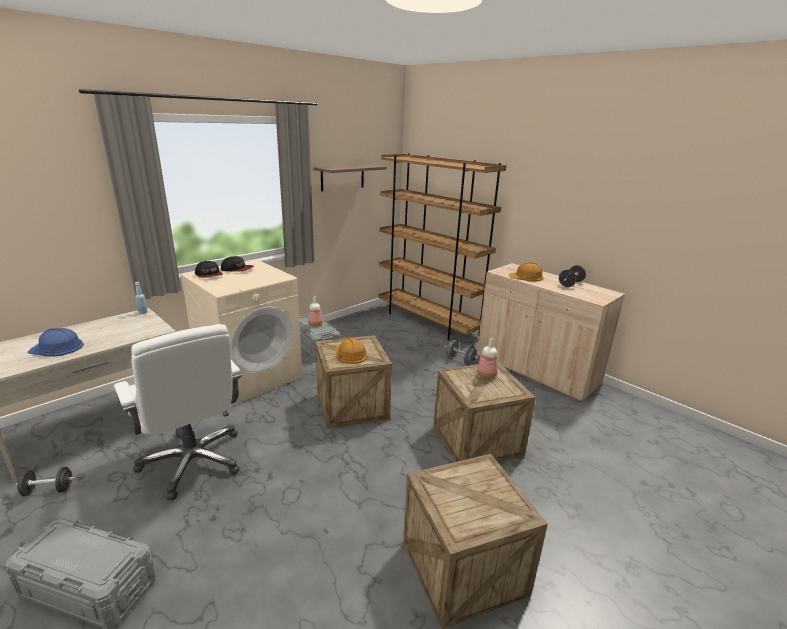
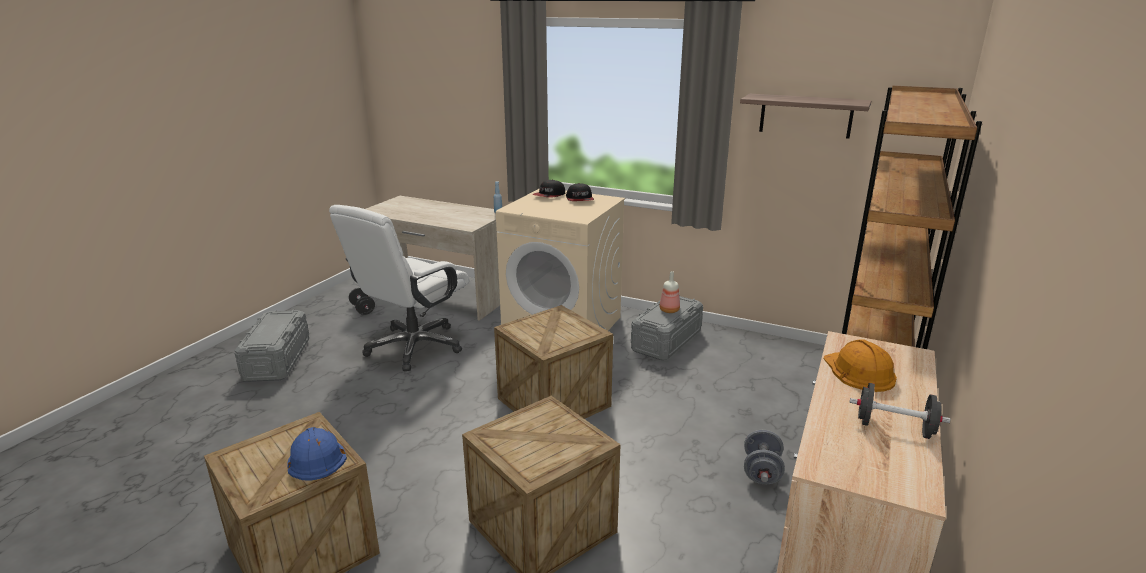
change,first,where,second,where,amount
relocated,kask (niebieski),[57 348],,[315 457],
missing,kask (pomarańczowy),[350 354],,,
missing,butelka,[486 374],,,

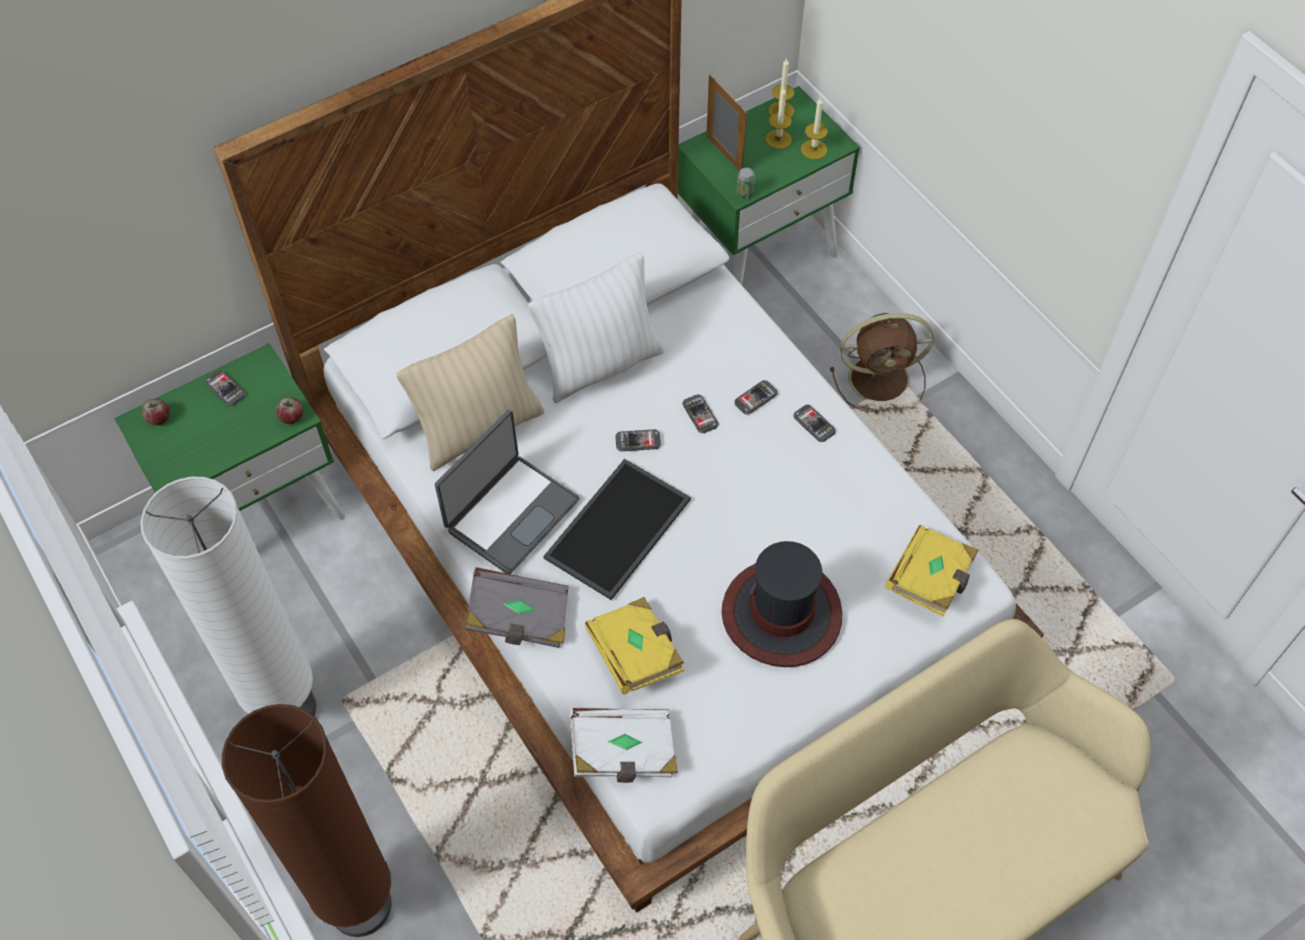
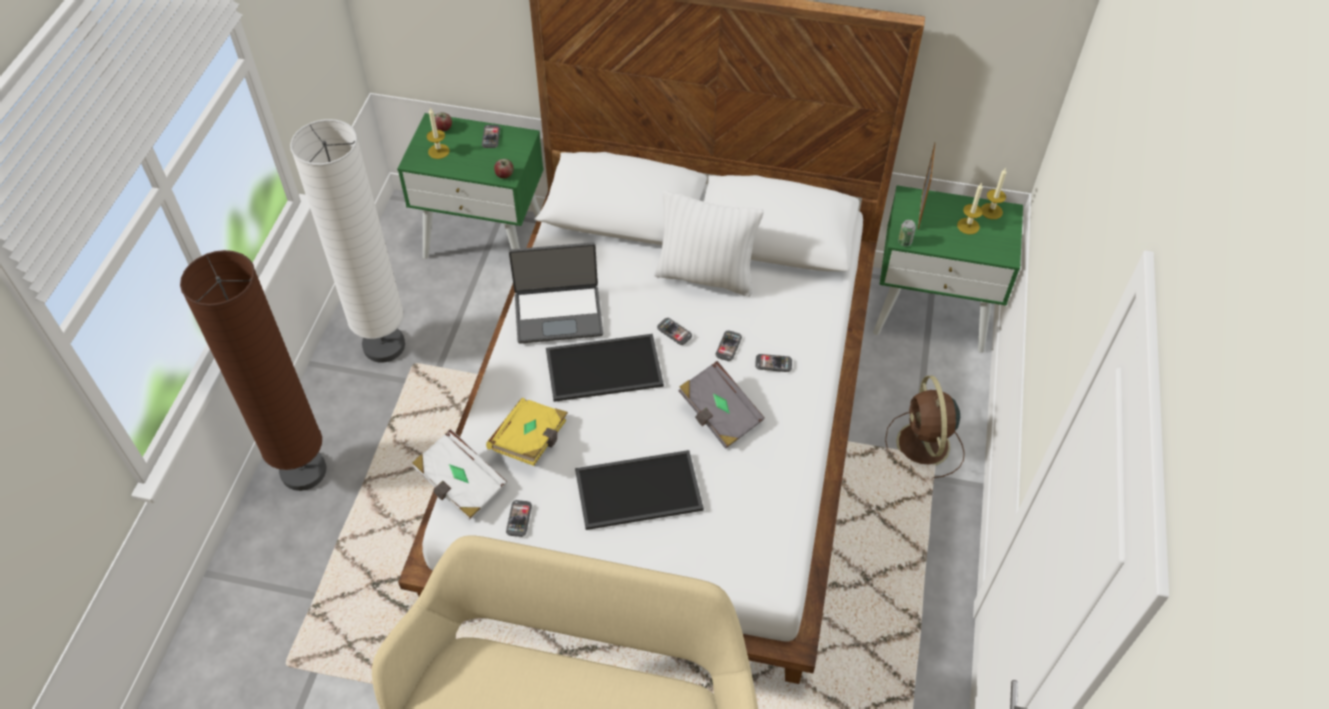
change,first,where,second,where,amount
missing,poduszka (beżowy),[479 429],,,
relocated,książka (szary),[519 619],,[719 415],
exchanged,kapelusz,[782 614],taca,[637 492],
relocated,telefon,[814 424],,[519 519],
relocated,świeca,[814 149],,[438 151],
spun,wentylator (brązowy),[882 378],,[923 446],45 degrees clockwise
missing,książka (żółty),[930 580],,,

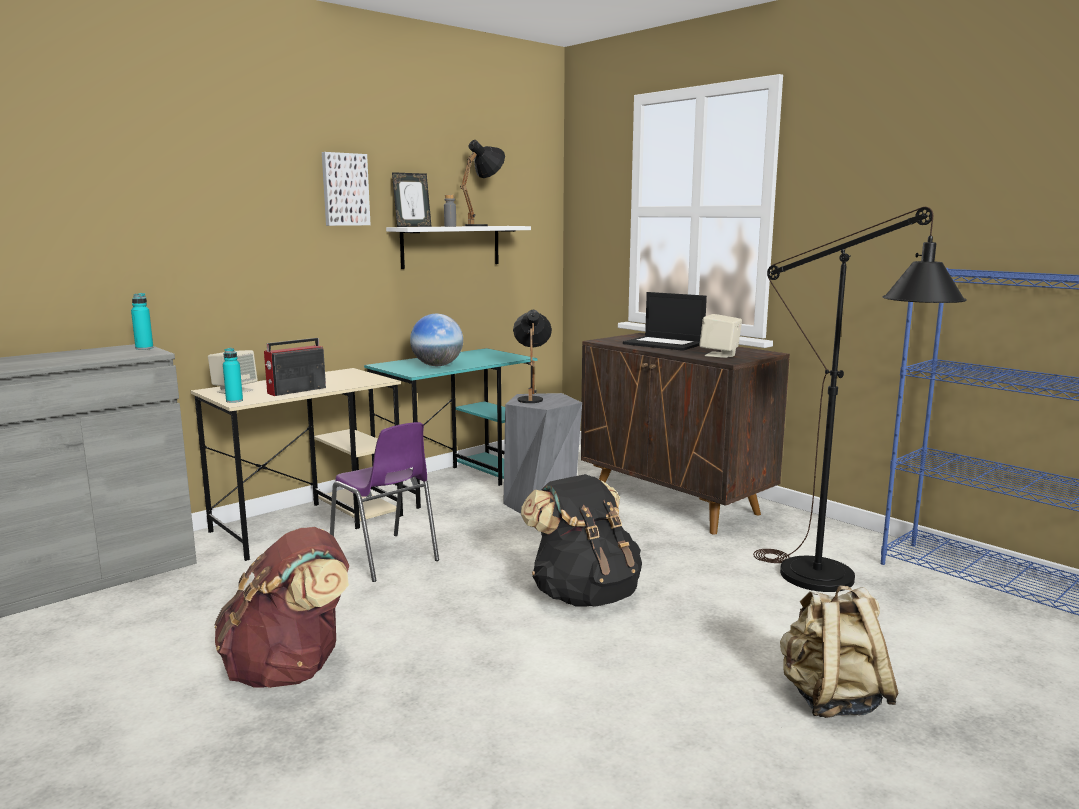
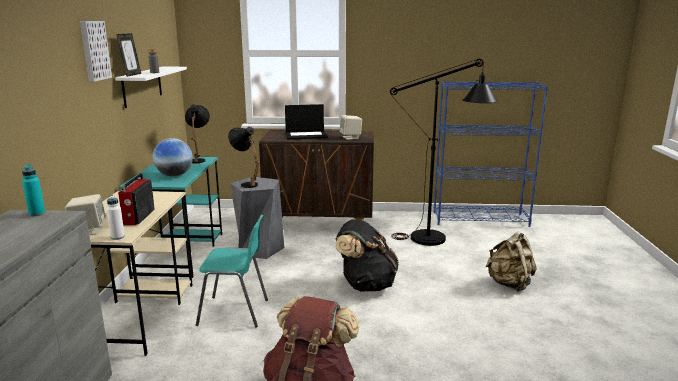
change,first,where,second,where,amount
colour,butelka (turkusowy),[234 401],butelka (biały),[117 237],
colour,krzesło (fioletowy),[385 558],krzesło (turkusowy),[235 312],
relocated,lampa stołowa (czarny),[483 226],,[199 159],

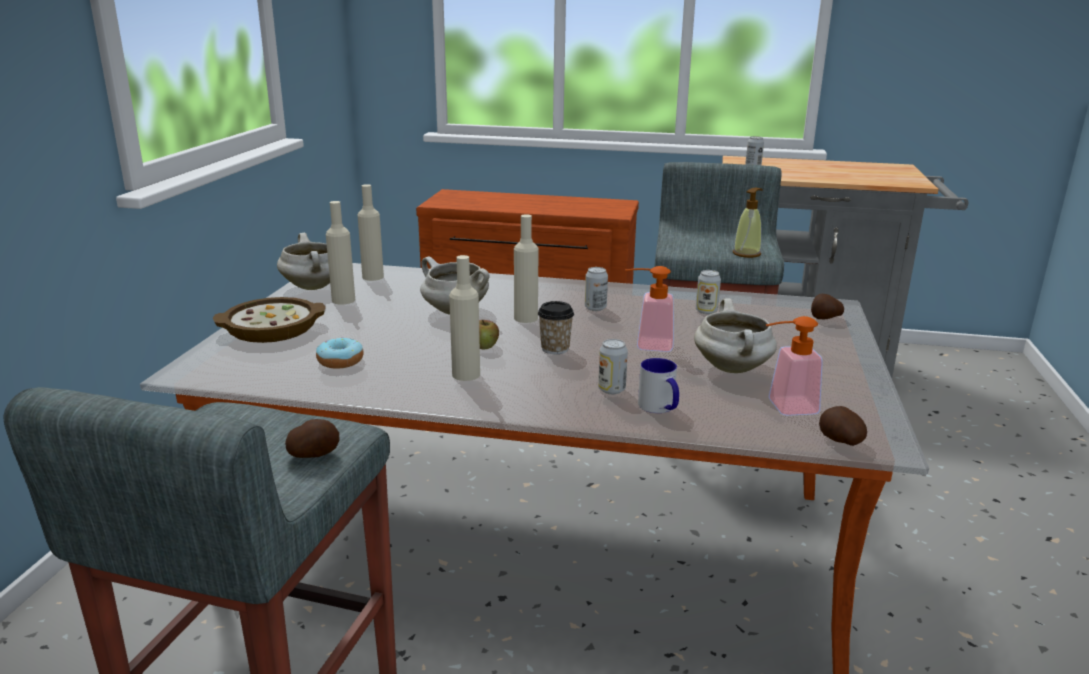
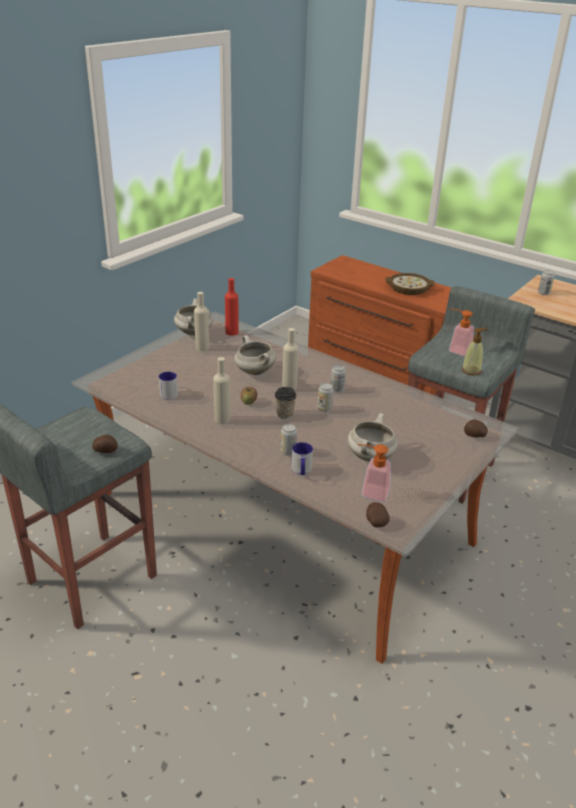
change,first,where,second,where,amount
relocated,miska,[272 329],,[409 288],
exchanged,donut,[340 361],kubek,[168 393],
colour,butelka (beżowy),[373 277],butelka (czerwony),[232 332],
relocated,dozownik mydła,[647 345],,[456 350],
relocated,puszka,[706 311],,[324 409],

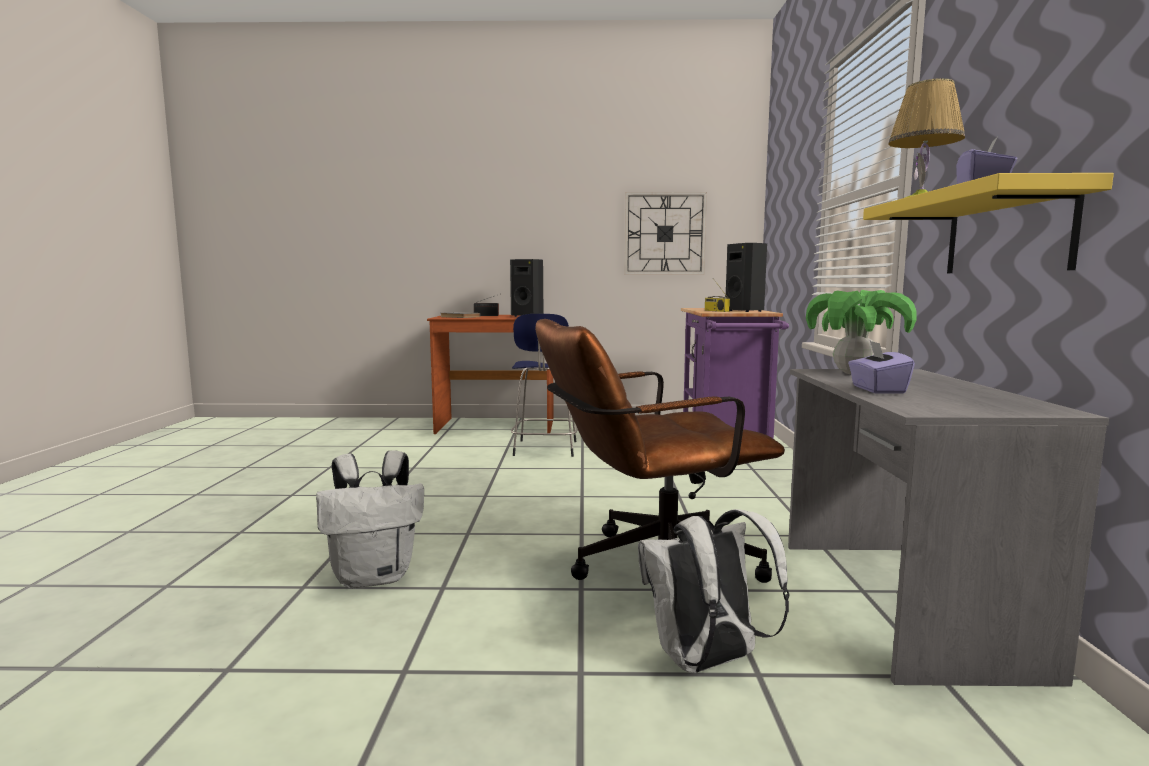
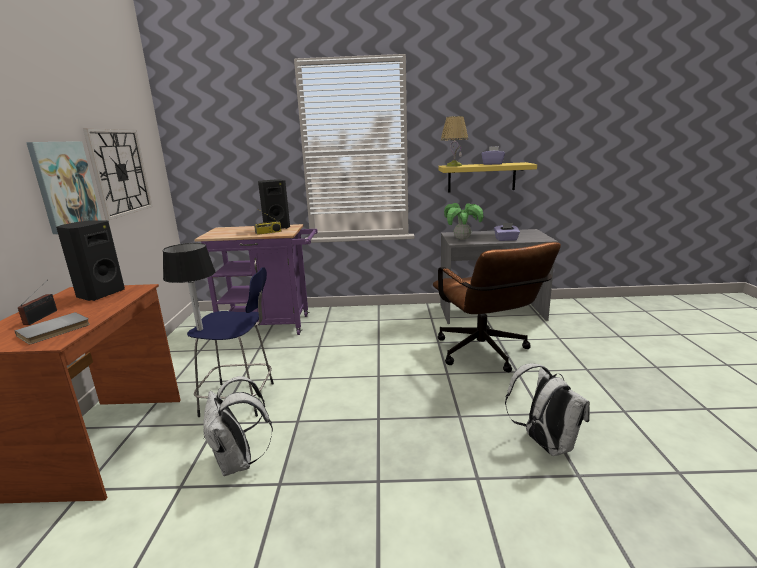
change,first,where,second,where,amount
relocated,plecak (biały),[706 662],,[238 462],
appeared,,,obraz,[65 186],
appeared,,,lampa stołowa (czarny),[200 329],

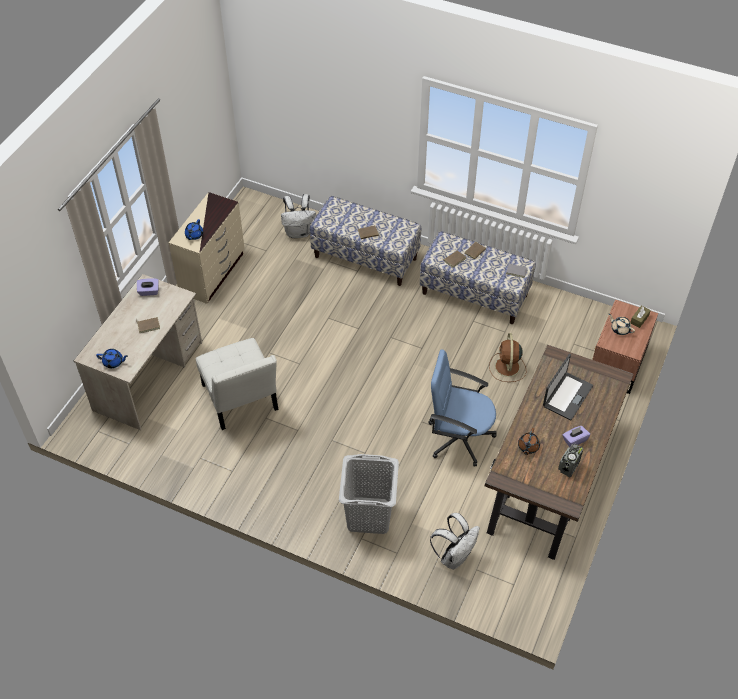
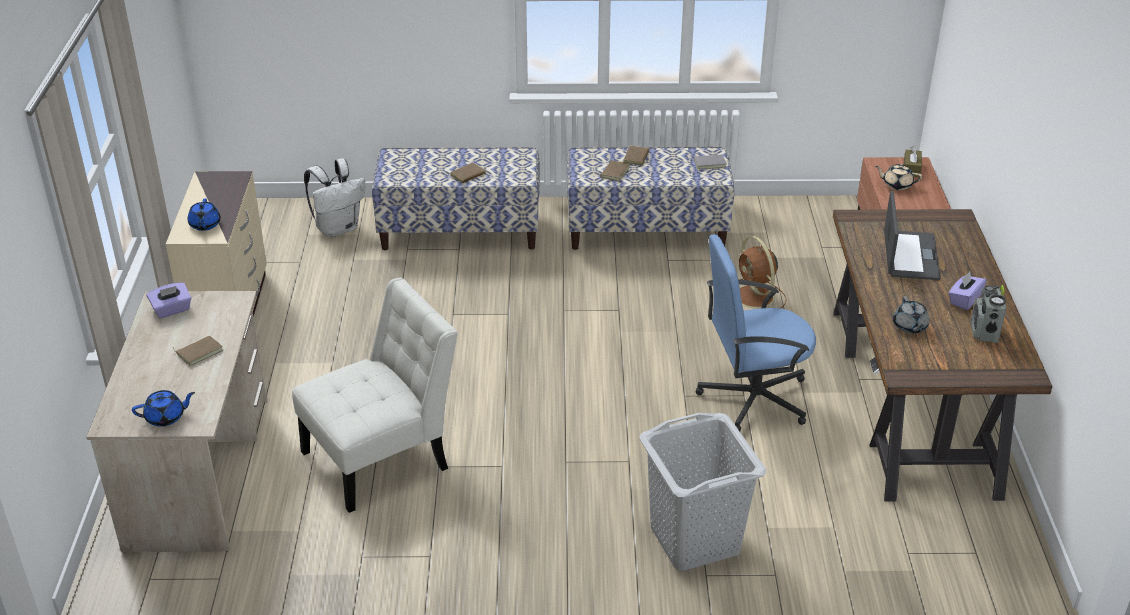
change,first,where,second,where,amount
spun,krzesło (biały),[241 401],,[382 457],75 degrees counterclockwise
missing,plecak (biały),[454 556],,,
colour,imbryk (brązowy),[528 447],imbryk (szary),[909 326],

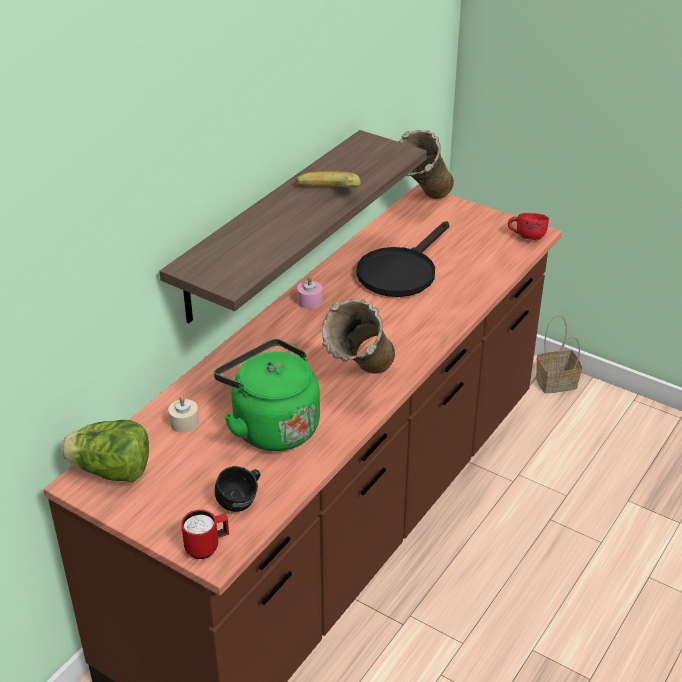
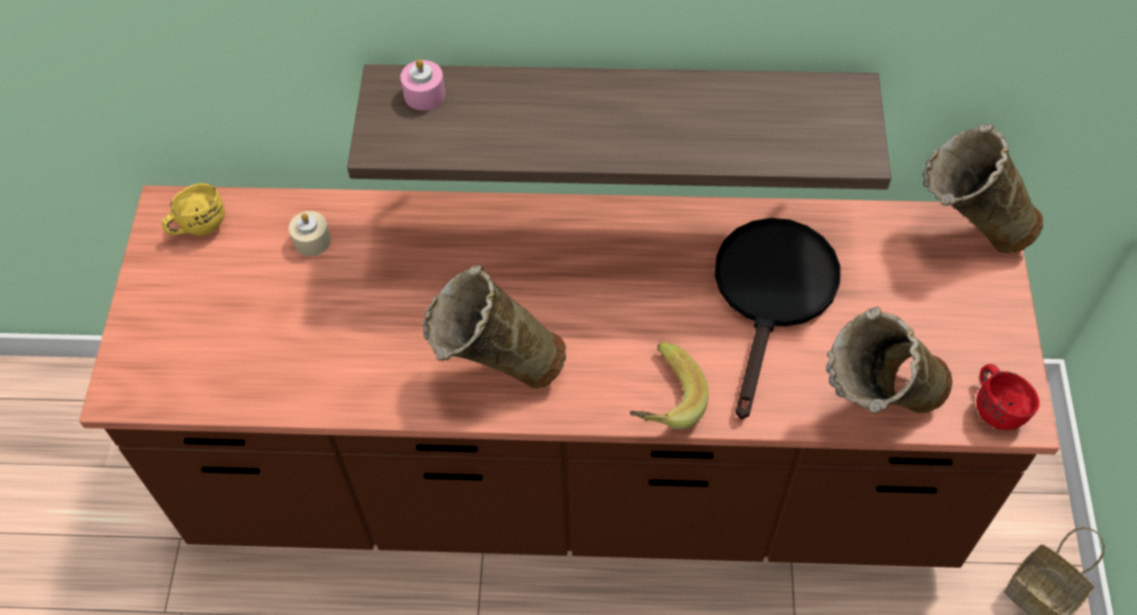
change,first,where,second,where,amount
exchanged,sałata,[112 472],kubek (żółty),[197 225],
missing,kubek (czerwony),[207 547],,,
missing,czajnik (zielony),[271 426],,,
missing,kubek (czarny),[242 501],,,
relocated,banan,[327 197],,[660 400],
relocated,świeca (różowy),[310 301],,[424 94],
spun,patelnia (czarny),[401 271],,[772 294],105 degrees clockwise
appeared,,,wazon (beżowy),[876 409],

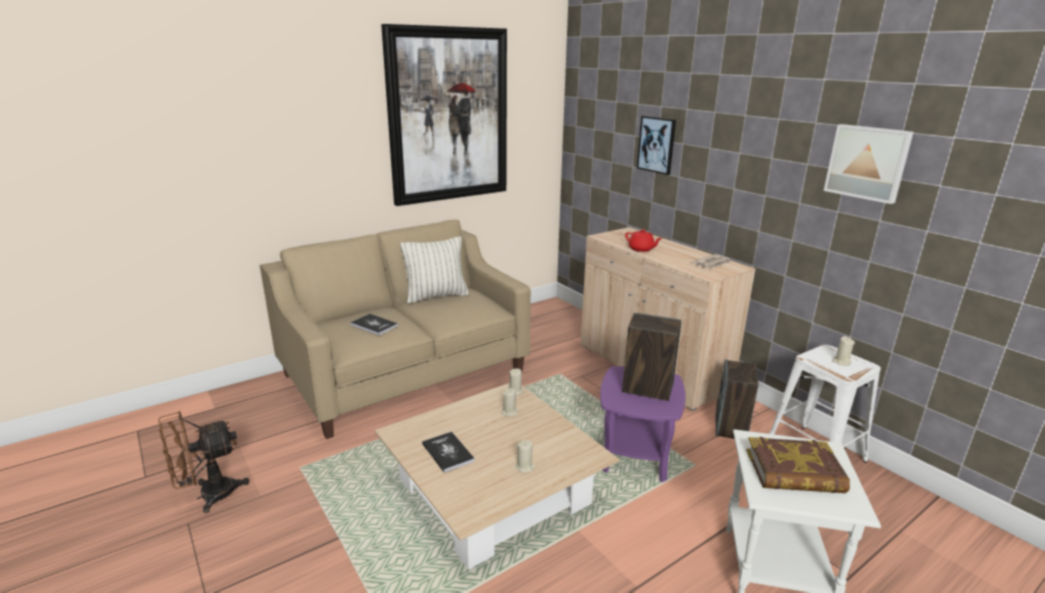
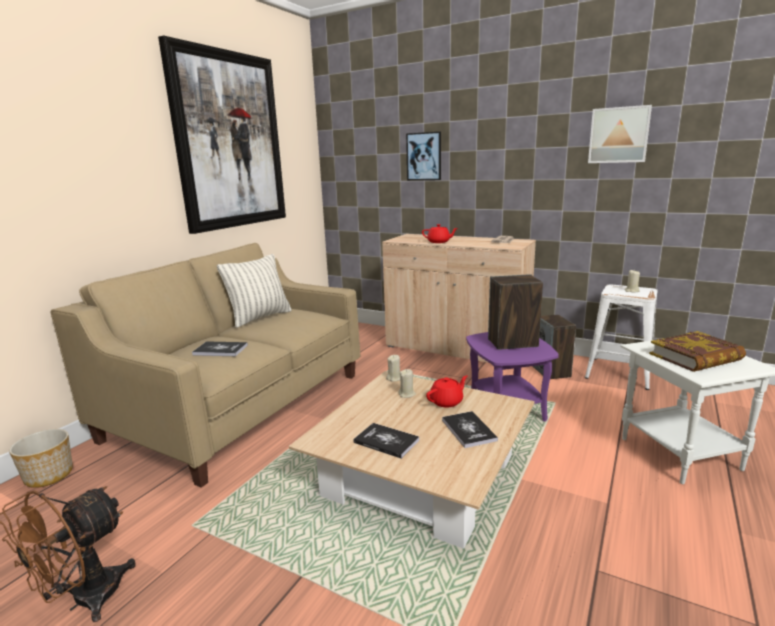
change,first,where,second,where,amount
exchanged,świeca (beżowy),[525 467],książka,[468 430],
appeared,,,donica,[49 475],
appeared,,,imbryk (czerwony),[447 401],

